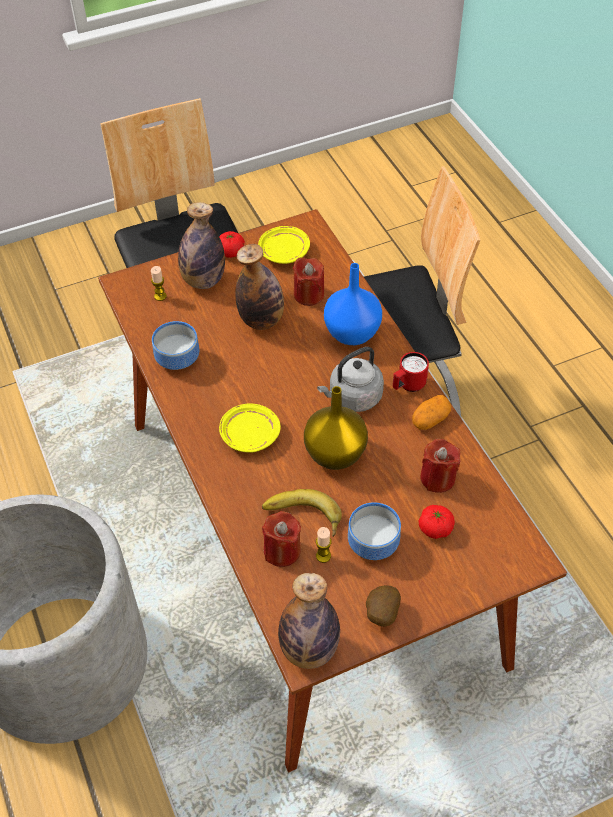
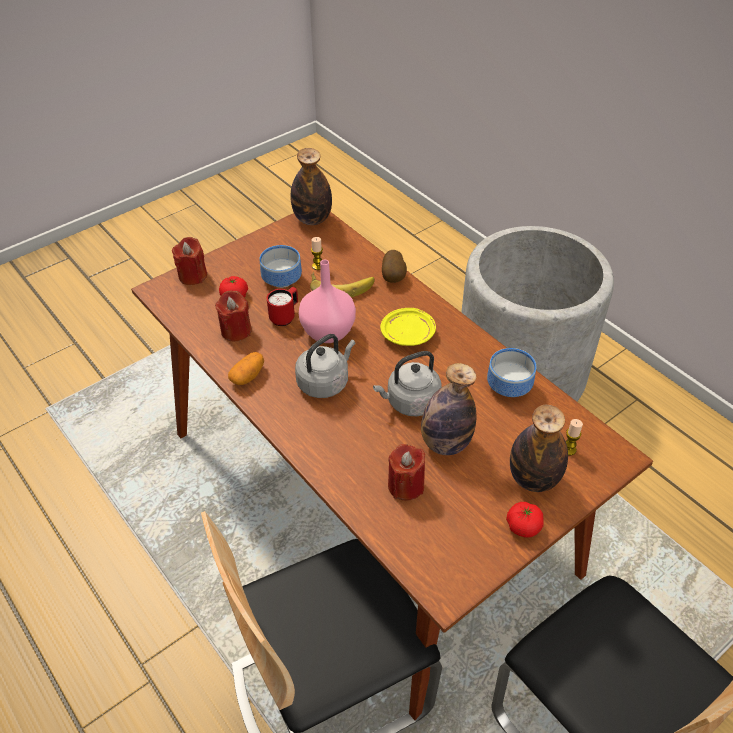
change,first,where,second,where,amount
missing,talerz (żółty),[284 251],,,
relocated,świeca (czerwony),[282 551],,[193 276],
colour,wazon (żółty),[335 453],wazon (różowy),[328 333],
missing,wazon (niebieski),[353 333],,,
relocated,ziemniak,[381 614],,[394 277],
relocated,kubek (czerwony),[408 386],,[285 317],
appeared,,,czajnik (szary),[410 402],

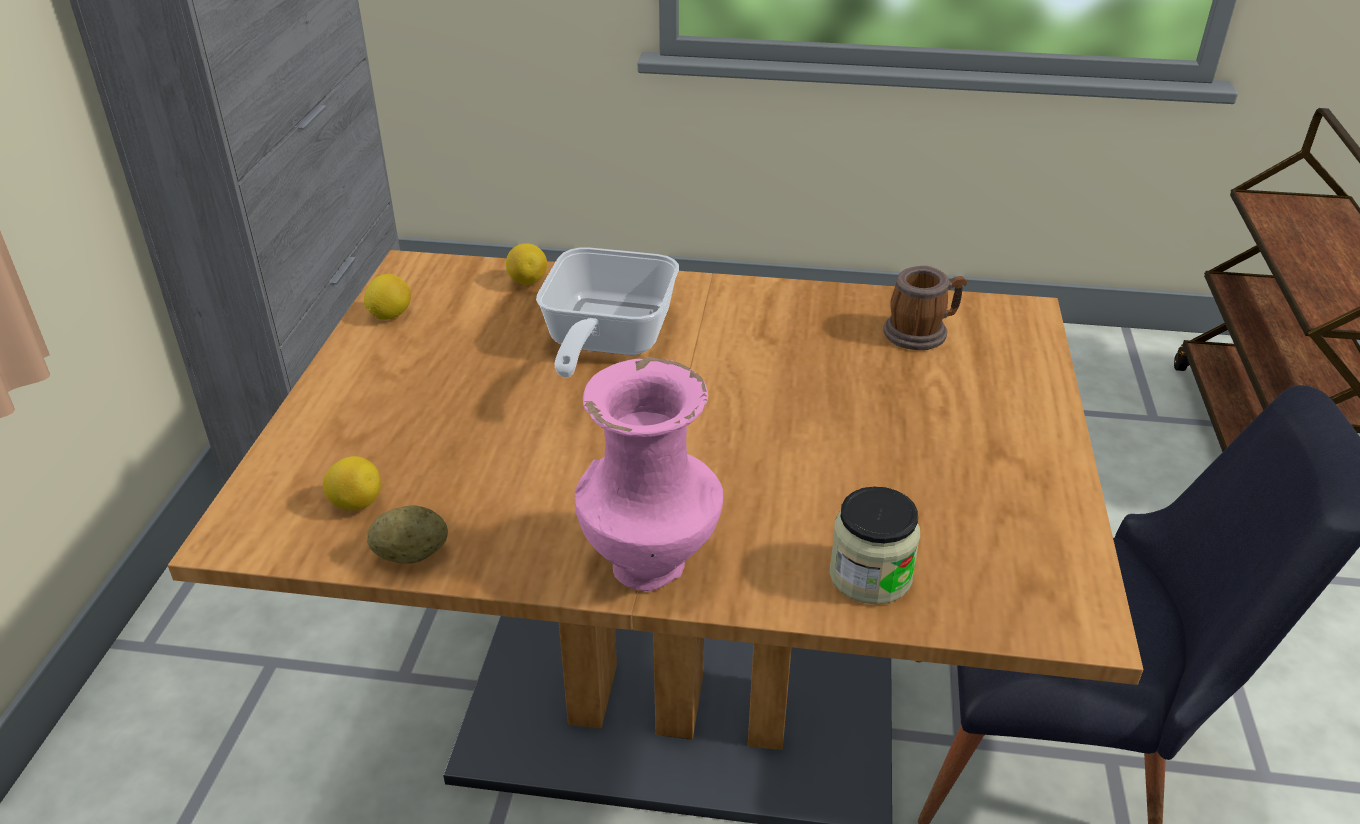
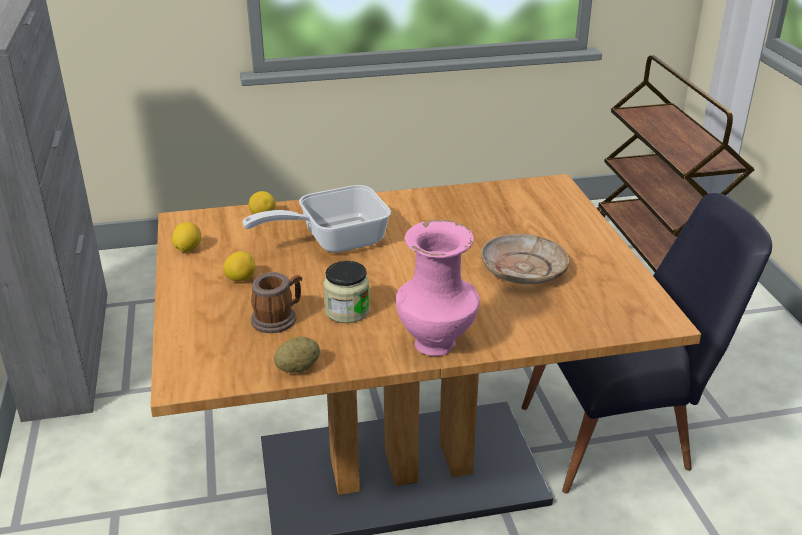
change,first,where,second,where,amount
relocated,cytryna,[356 503],,[240 279],
spun,patelnia,[604 343],,[333 240],75 degrees clockwise
relocated,słoik,[870 576],,[347 311],
relocated,kubek,[921 332],,[278 318],
appeared,,,talerz (beżowy),[523 269],

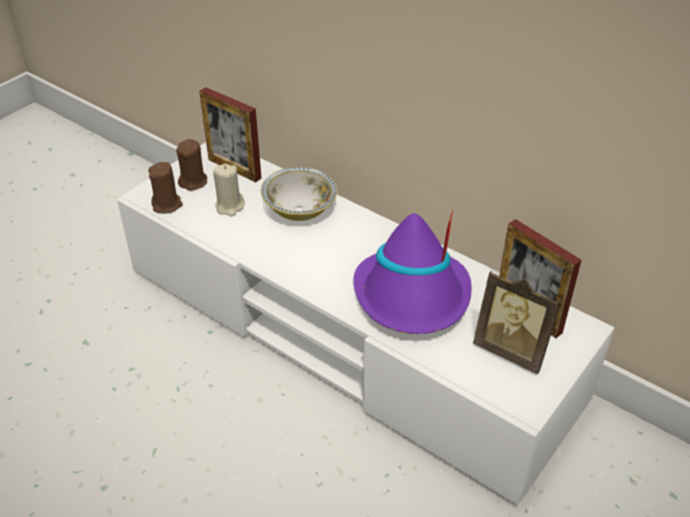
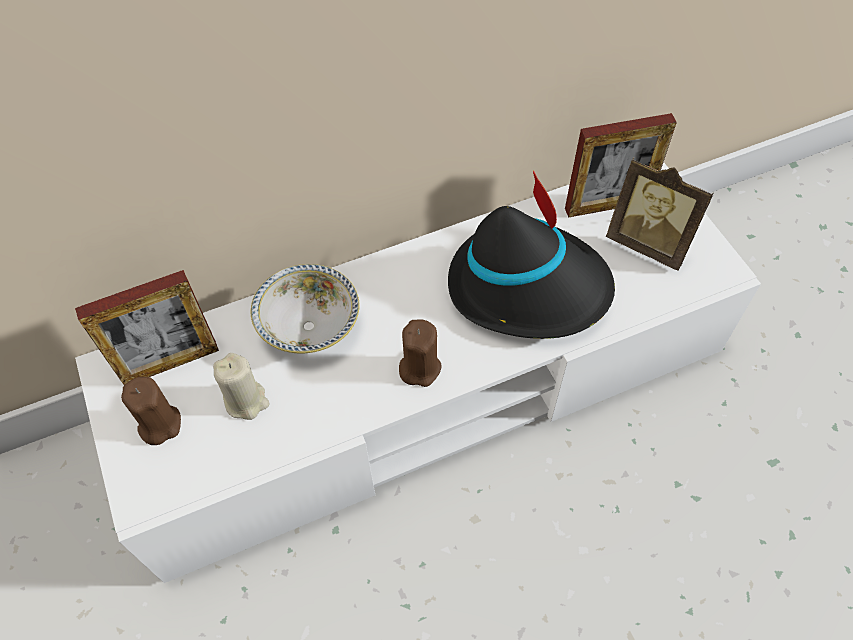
change,first,where,second,where,amount
relocated,świeca (brązowy),[167 205],,[419 367],
colour,kapelusz (fioletowy),[412 296],kapelusz (czarny),[528 286],
spun,ramka na zdjęcie,[512 350],,[648 243],60 degrees clockwise

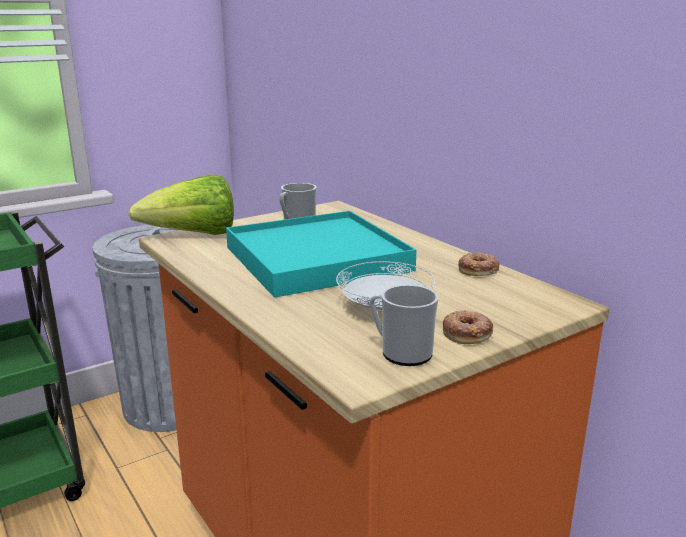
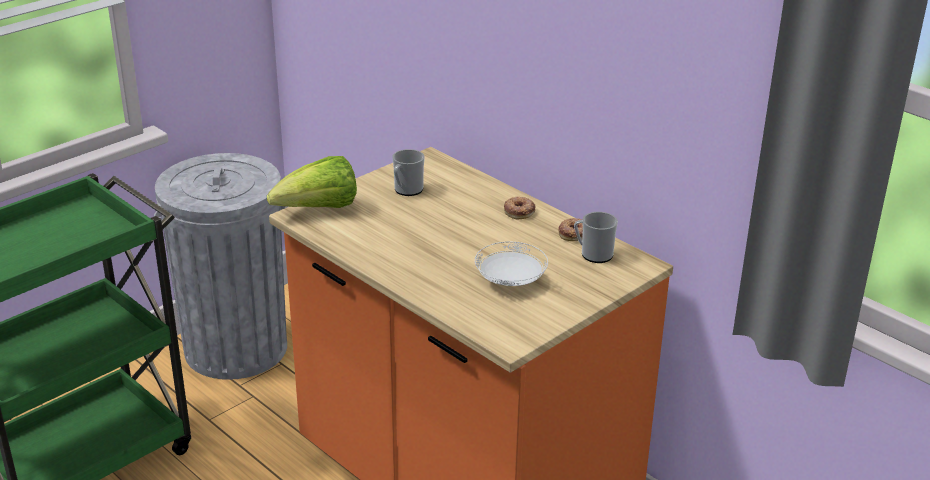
change,first,where,second,where,amount
missing,taca (turkusowy),[316 259],,,
relocated,kubek,[401 353],,[593 254],
relocated,donut,[467 333],,[519 211],

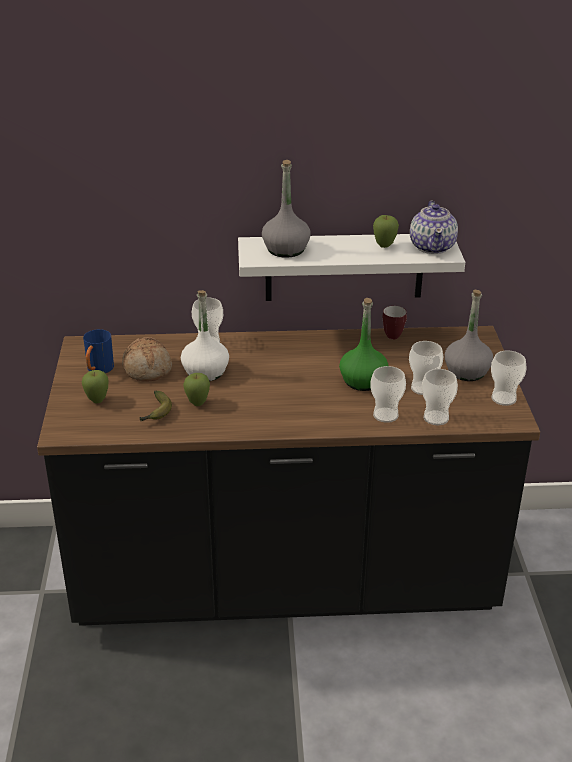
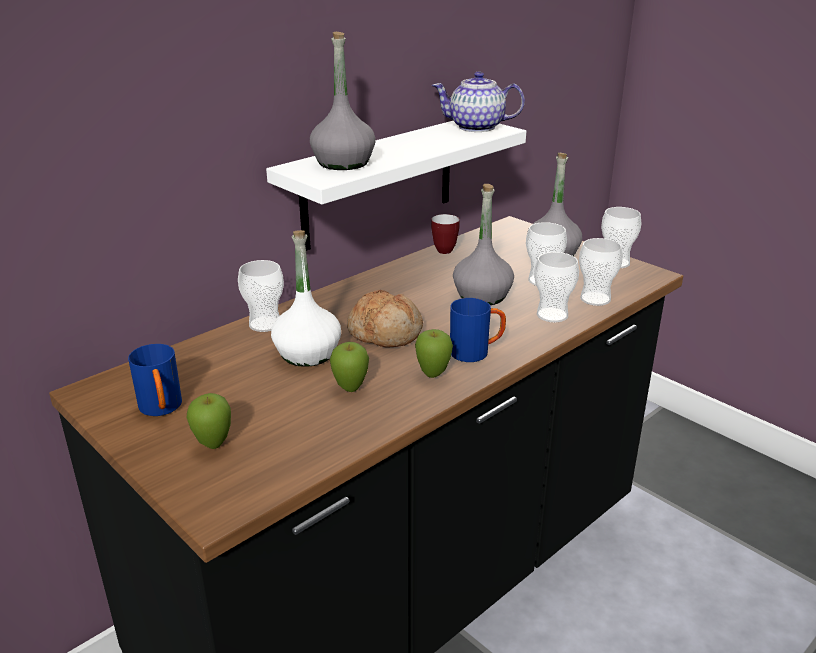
change,first,where,second,where,amount
relocated,chleb,[148 368],,[386 332],
missing,banan,[156 412],,,
colour,butelka (zielony),[363 381],butelka (szary),[482 296],
relocated,jabłko,[384 246],,[433 375],
spun,imbryk,[432 247],,[477 127],135 degrees clockwise
appeared,,,kubek (niebieski),[476 352],

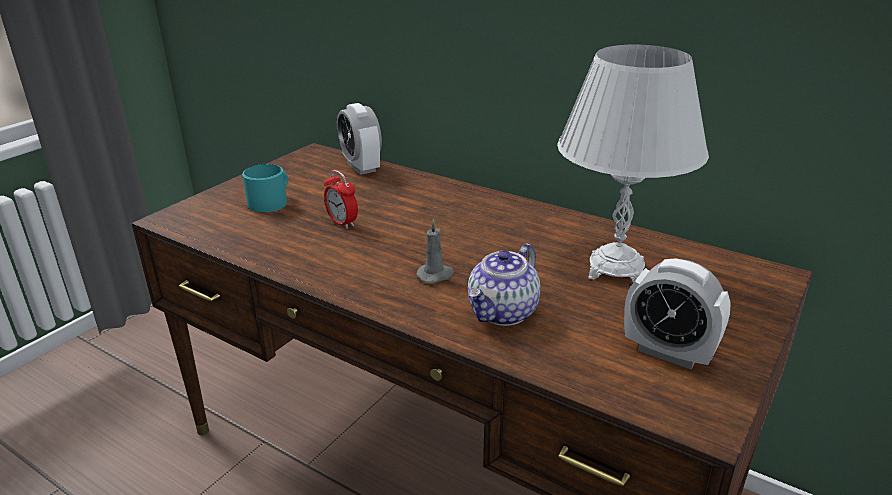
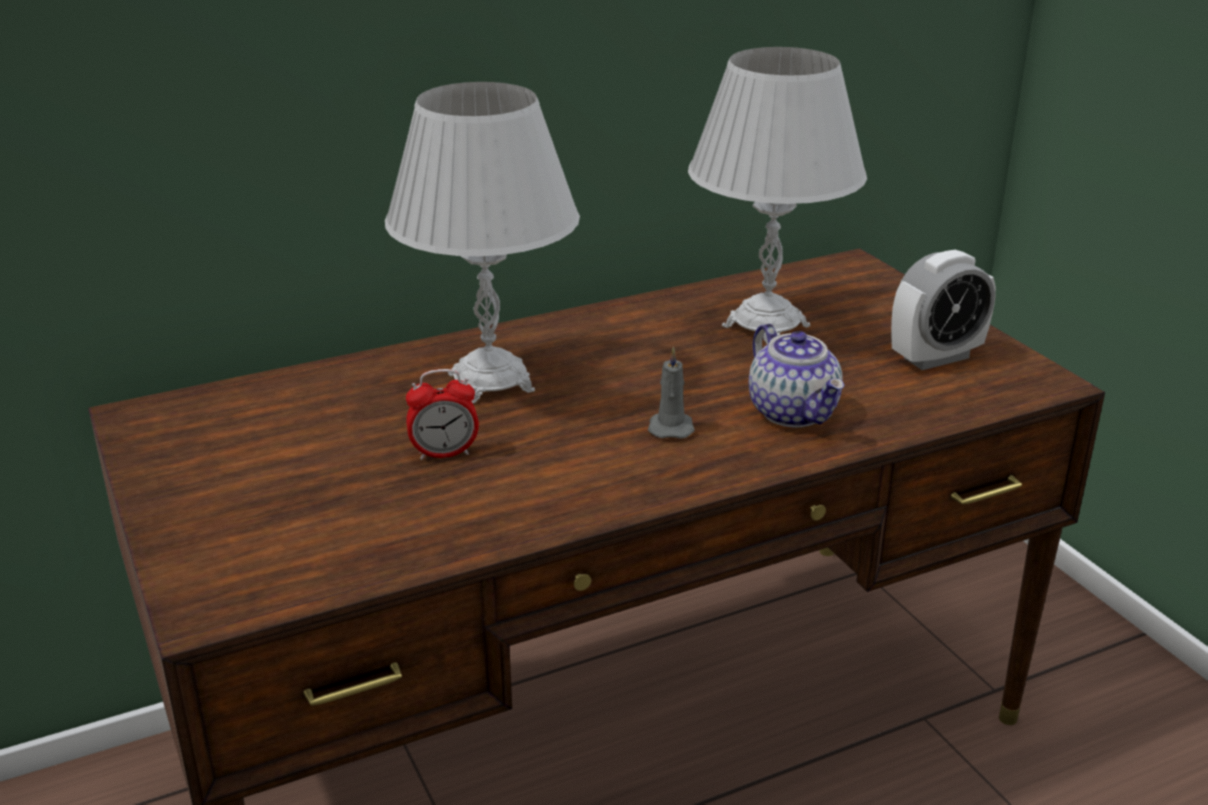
change,first,where,second,where,amount
missing,kubek (turkusowy),[271 201],,,
missing,budzik,[361 167],,,
appeared,,,lampa stołowa (biały),[490 383],

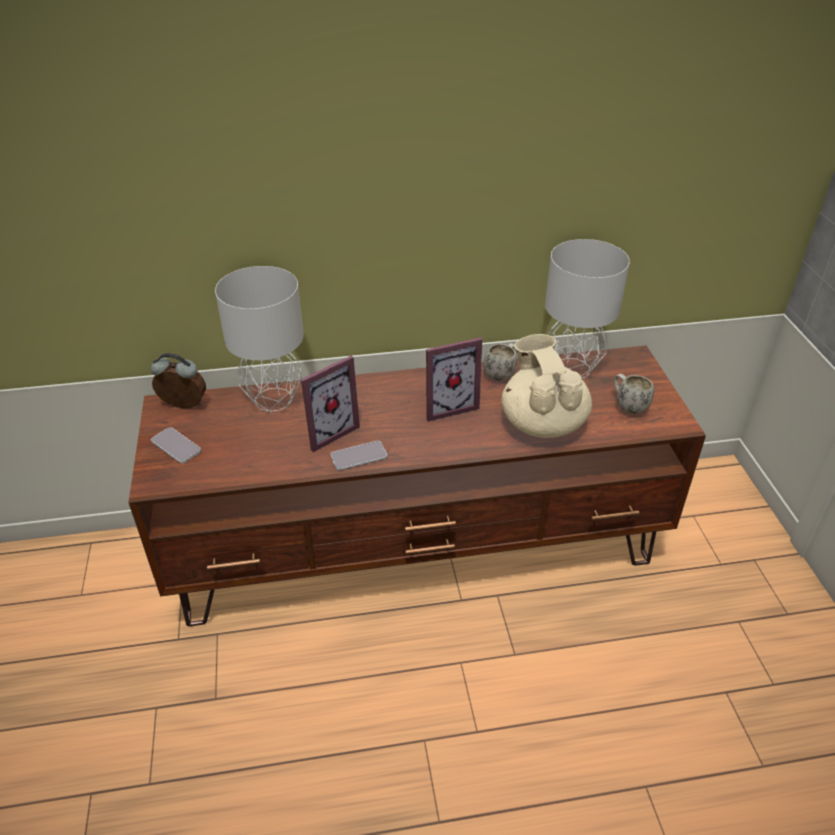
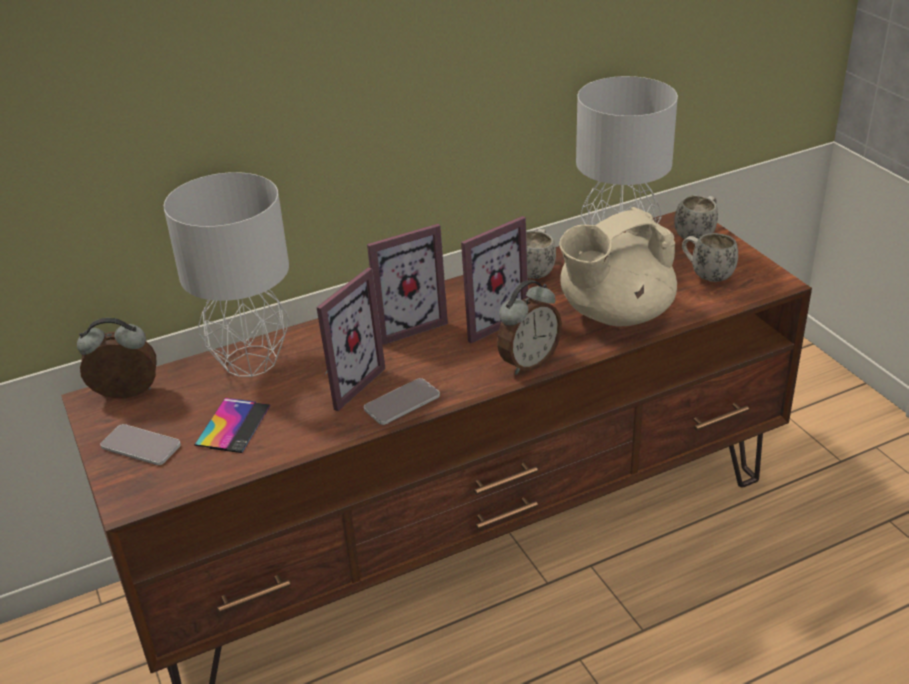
change,first,where,second,where,amount
spun,imbryk (beżowy),[542 422],,[614 314],90 degrees counterclockwise
appeared,,,telefon,[233 425],
appeared,,,ramka na zdjęcie,[405 324],
appeared,,,budzik,[528 362],
appeared,,,kubek (biały),[697 234],

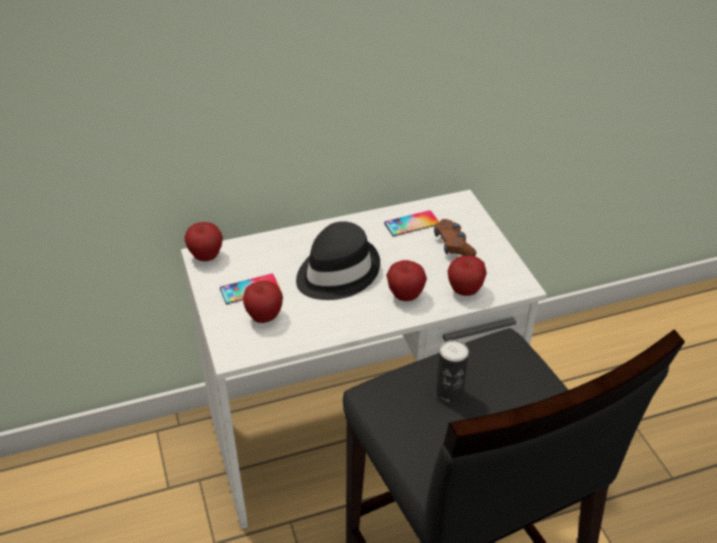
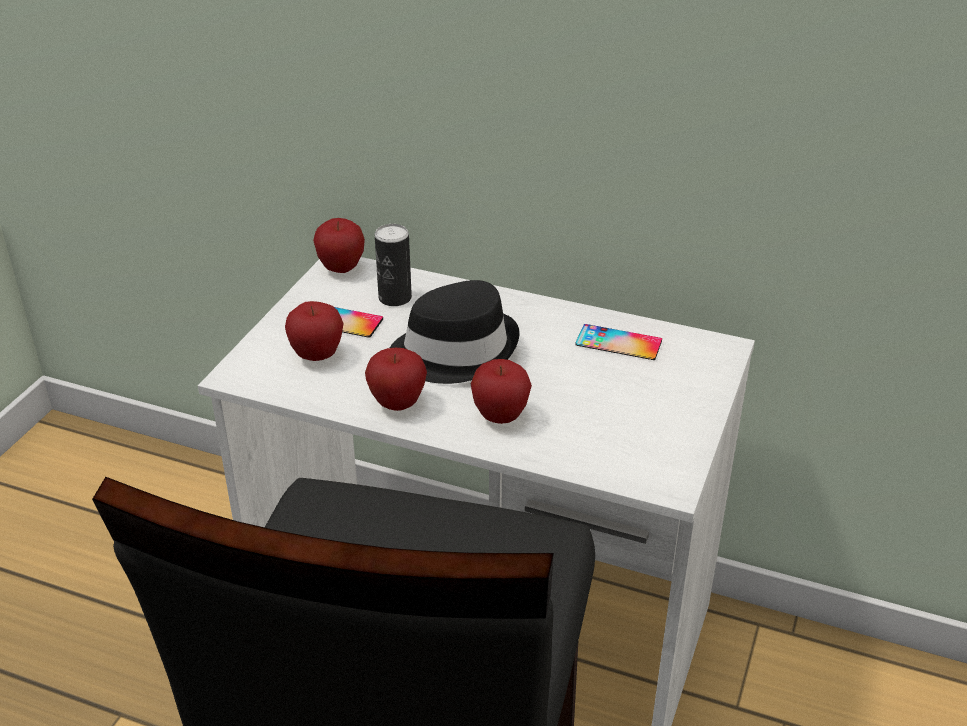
change,first,where,second,where,amount
missing,pad do gier (brązowy),[453 245],,,
relocated,puszka,[449 393],,[395 298],
relocated,jabłko,[465 291],,[397 404],

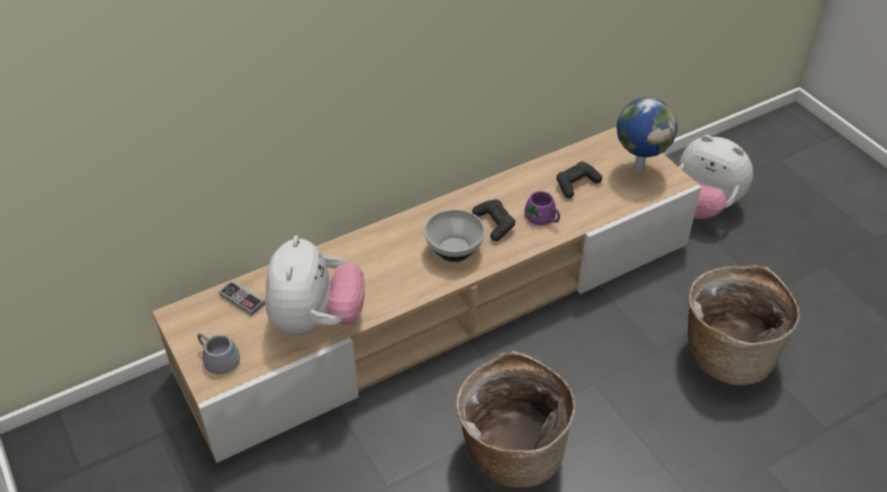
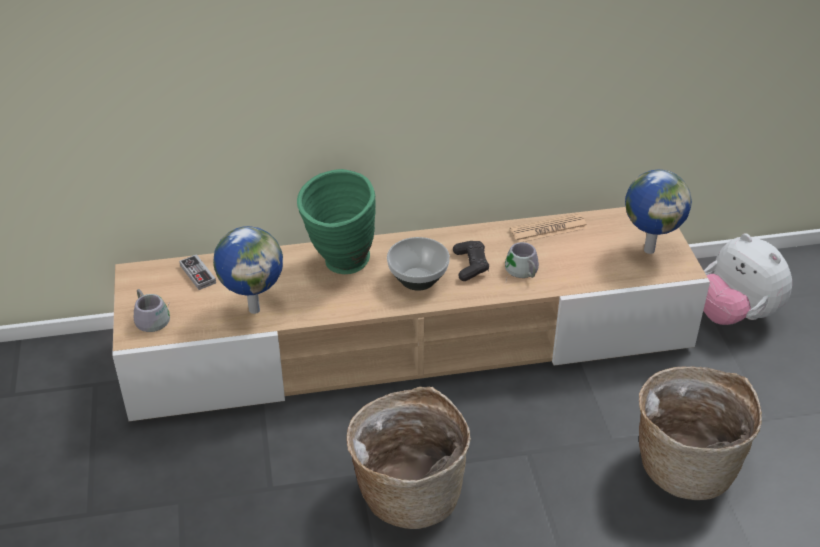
change,first,where,second,where,amount
exchanged,pluszak,[316 320],globus,[254 309],
colour,kubek (fioletowy),[540 219],kubek (szary),[520 272],
missing,pad do gier (czarny),[576 184],,,
appeared,,,wazon (zielony),[340 266],
appeared,,,gazeta,[548 229],

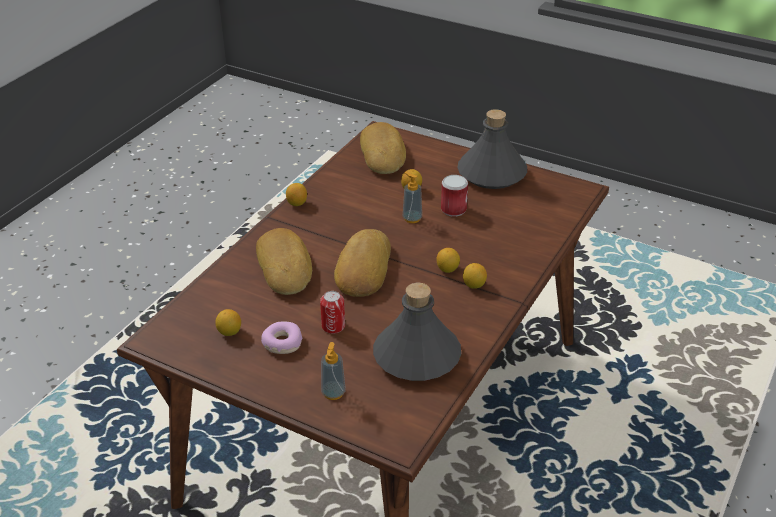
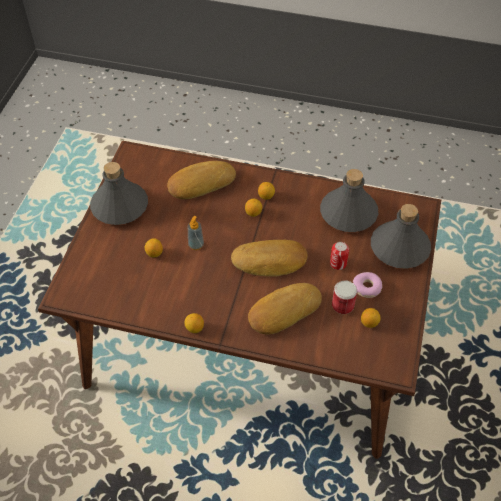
change,first,where,second,where,amount
exchanged,dozownik mydła,[333 393],butelka (szary),[399 247],
relocated,chleb,[384 154],,[200 183],
relocated,puszka,[453 209],,[342 305],

